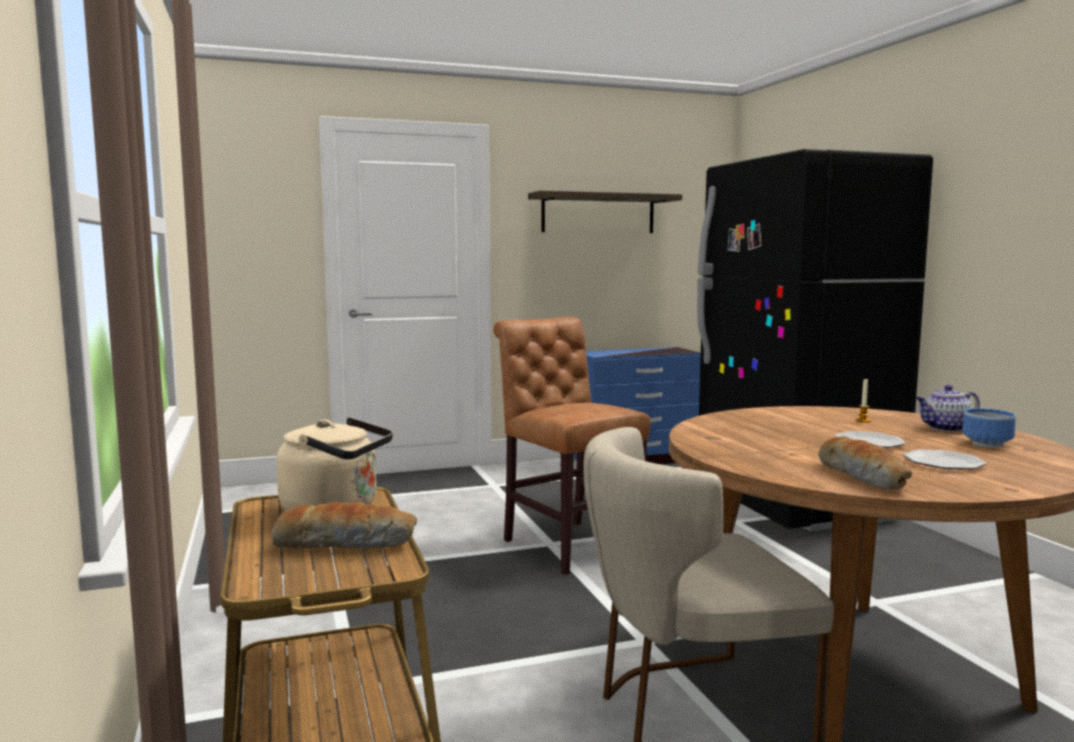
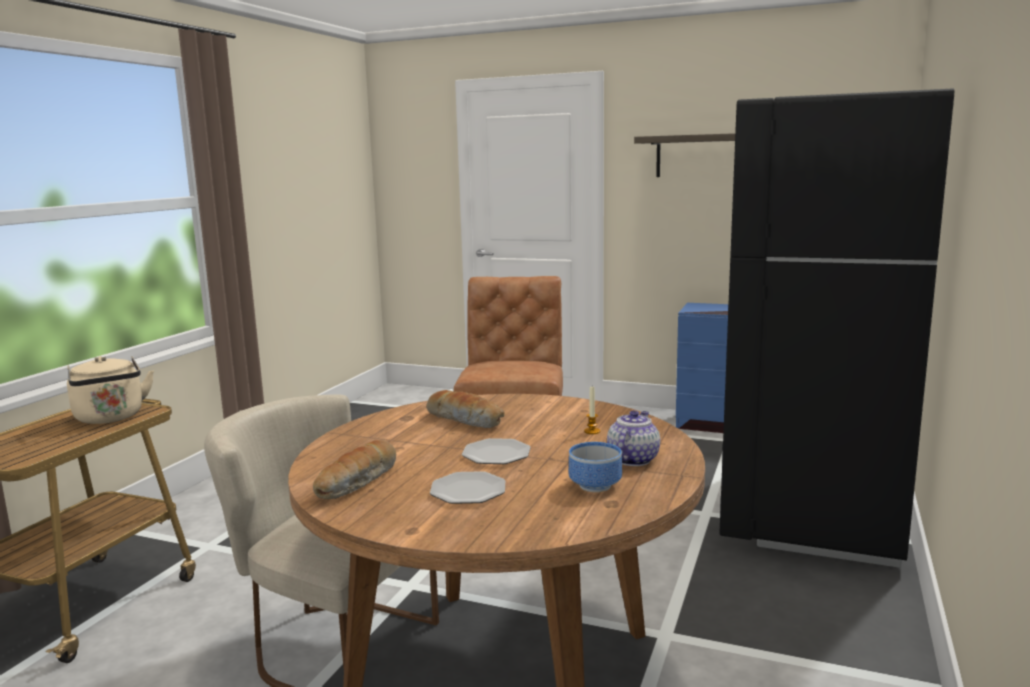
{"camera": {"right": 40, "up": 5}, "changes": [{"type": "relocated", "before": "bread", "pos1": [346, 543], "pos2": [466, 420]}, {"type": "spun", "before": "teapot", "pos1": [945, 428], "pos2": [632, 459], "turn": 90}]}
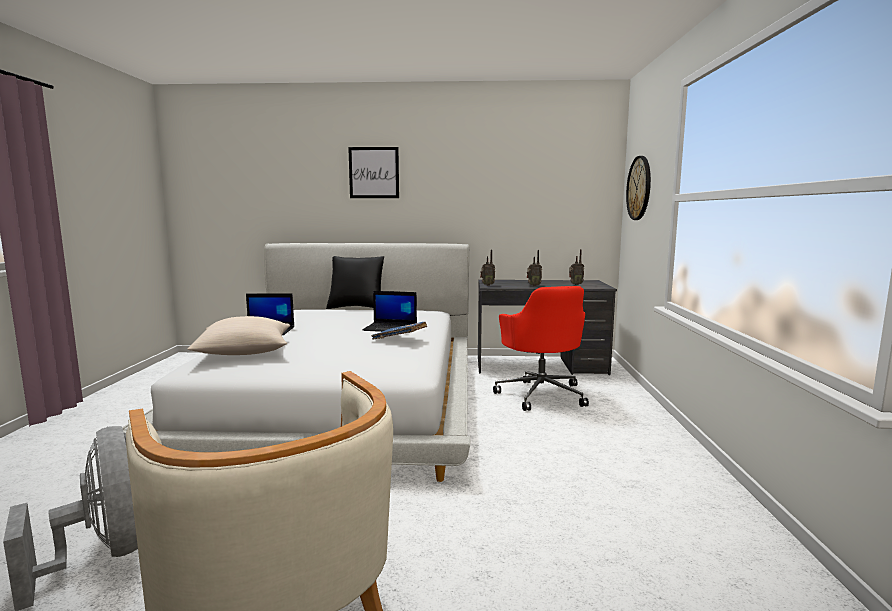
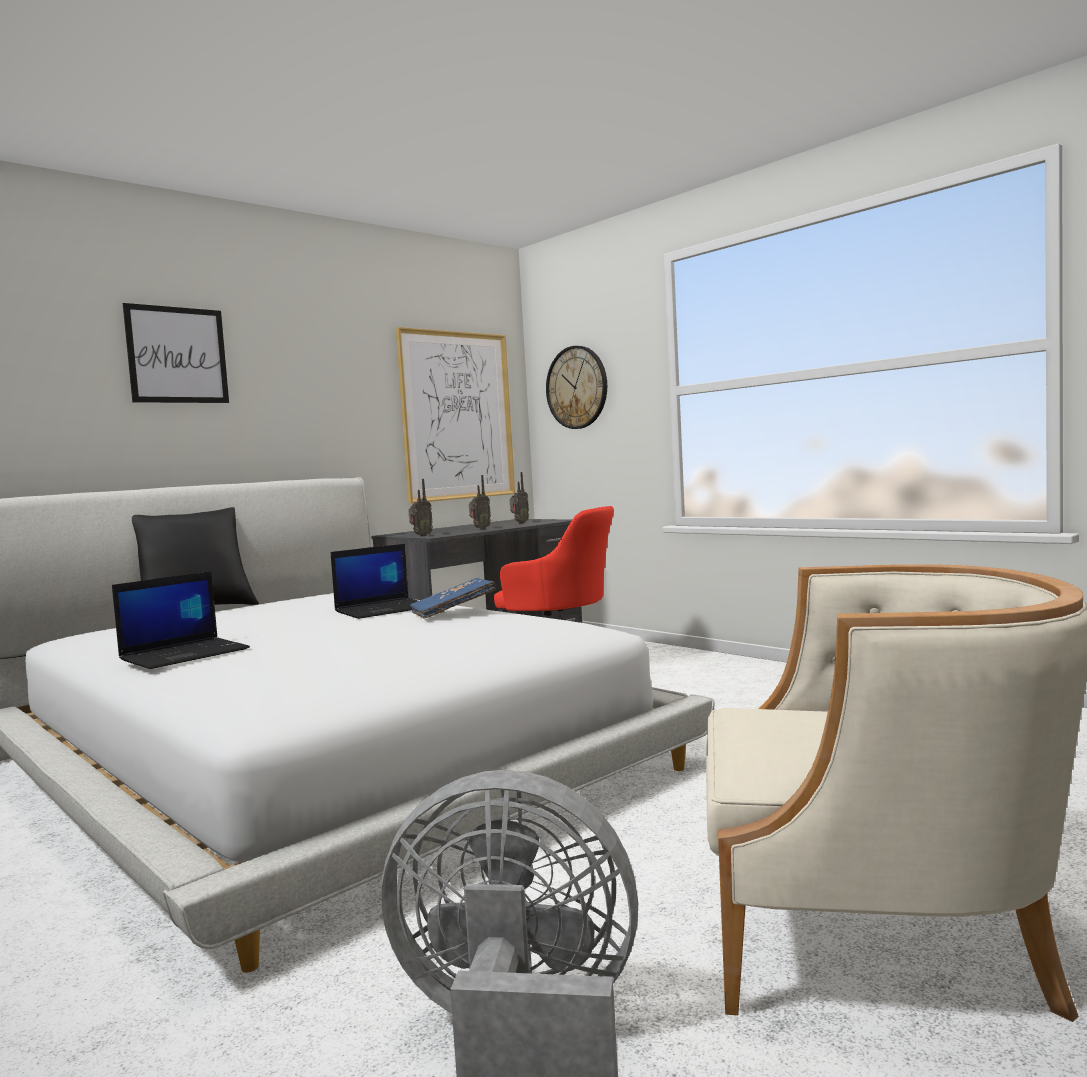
{"camera": {"right": -45, "up": -5}, "changes": [{"type": "missing", "before": "pillow (beige)", "pos1": [244, 351]}, {"type": "appeared", "after": "picture", "pos2": [457, 416]}]}
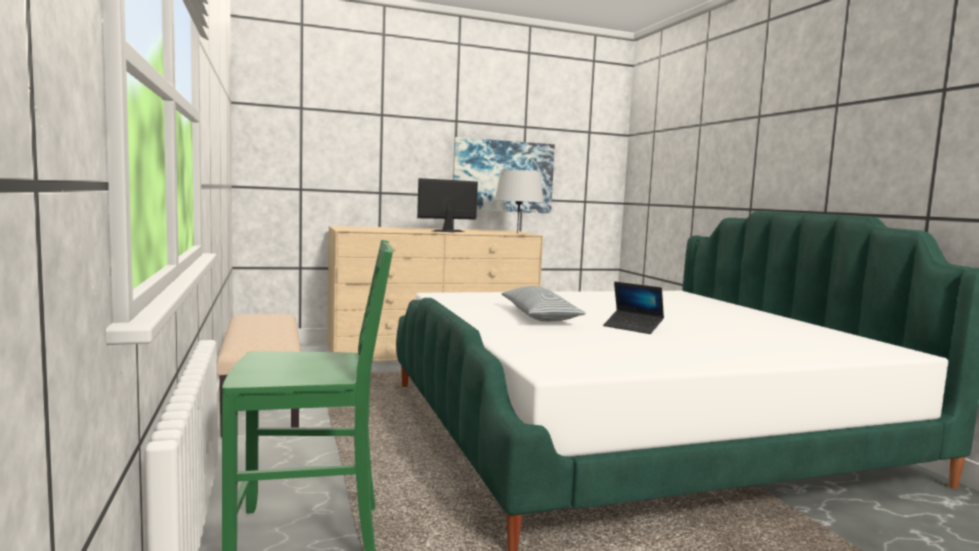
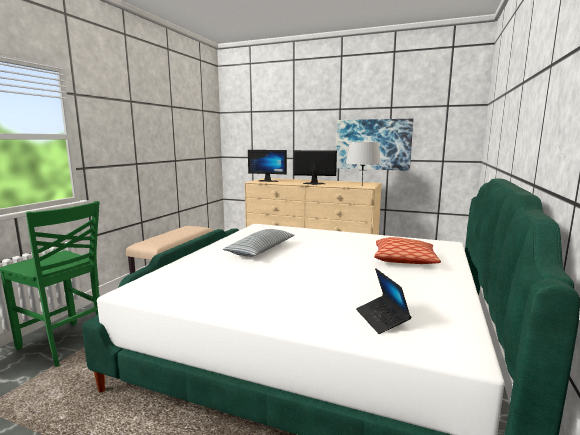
{"camera": {"right": 40, "up": 5}, "changes": [{"type": "relocated", "before": "laptop", "pos1": [633, 327], "pos2": [381, 319]}, {"type": "appeared", "after": "monitor", "pos2": [268, 181]}, {"type": "appeared", "after": "pillow", "pos2": [404, 260]}]}
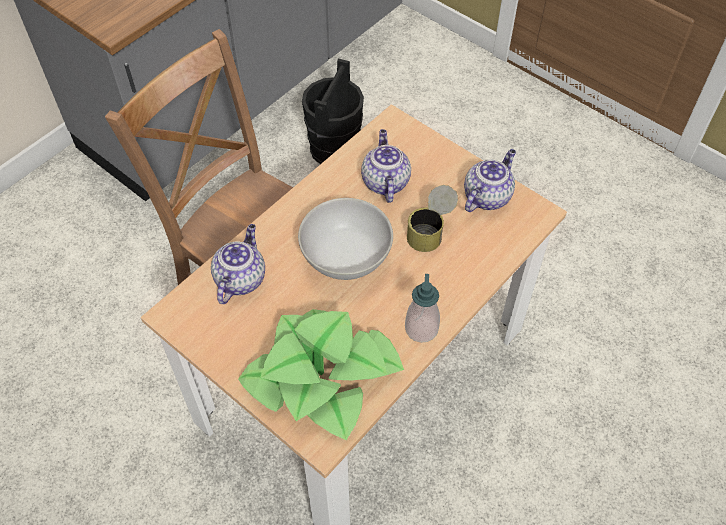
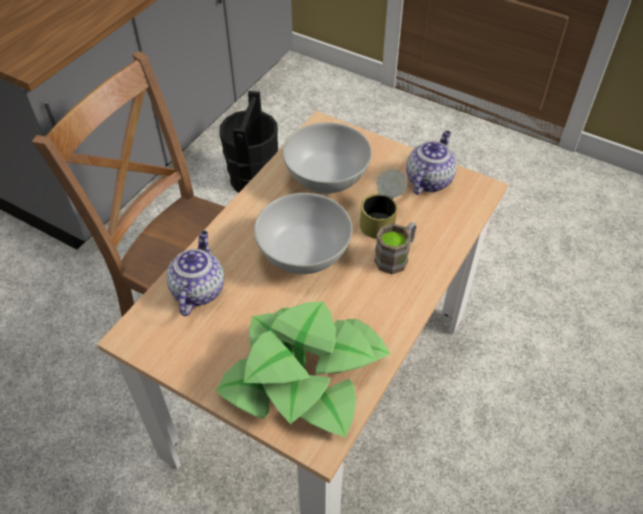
{"camera": {"right": -10, "up": -5}, "changes": [{"type": "exchanged", "before": "teapot", "after": "bowl (white)", "pos1": [384, 182], "pos2": [326, 179]}, {"type": "missing", "before": "soap dispenser", "pos1": [421, 329]}, {"type": "appeared", "after": "mug (brown)", "pos2": [396, 256]}]}
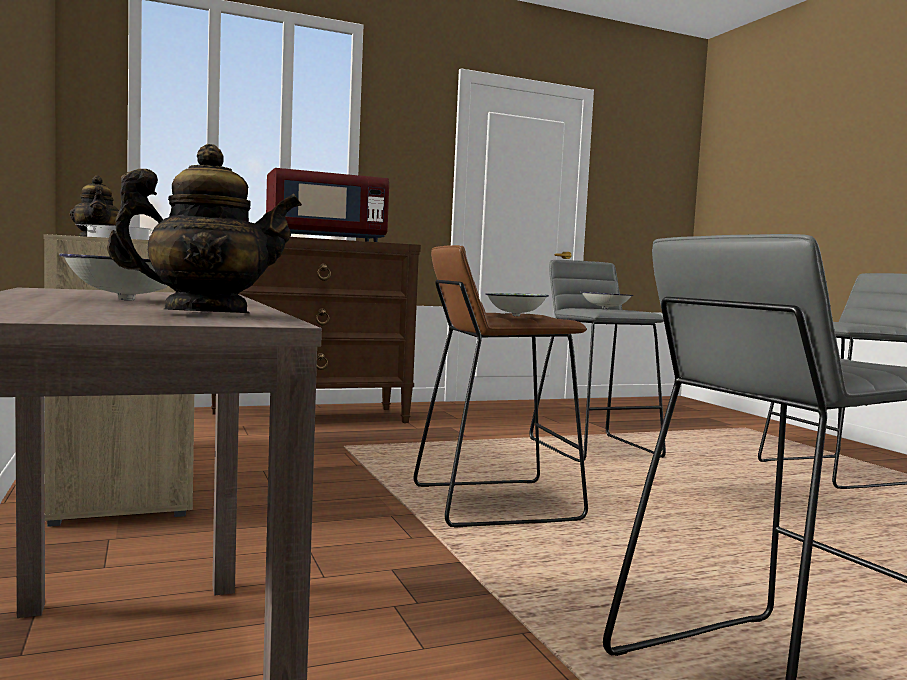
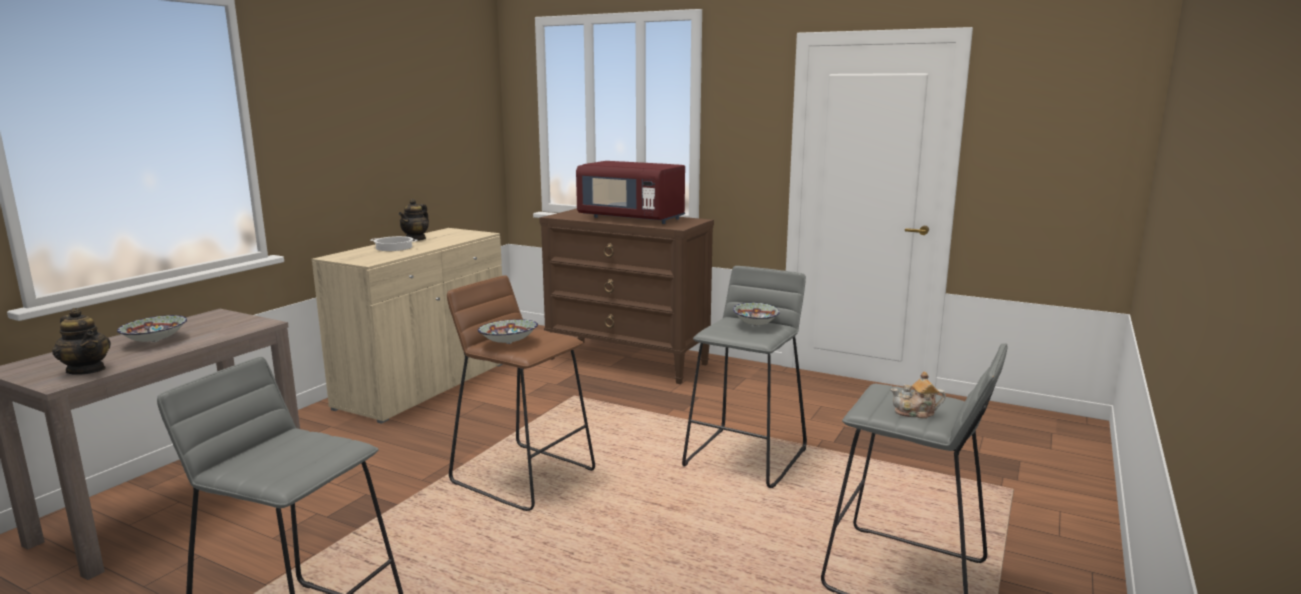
{"camera": {"right": 50, "up": 10}, "changes": [{"type": "appeared", "after": "teapot", "pos2": [916, 413]}]}
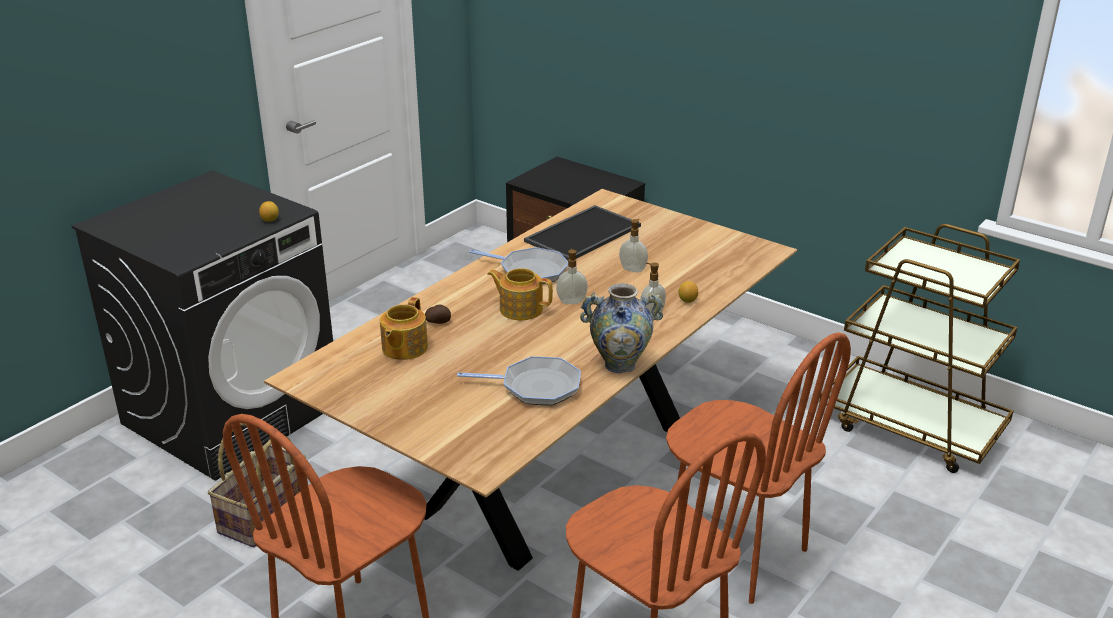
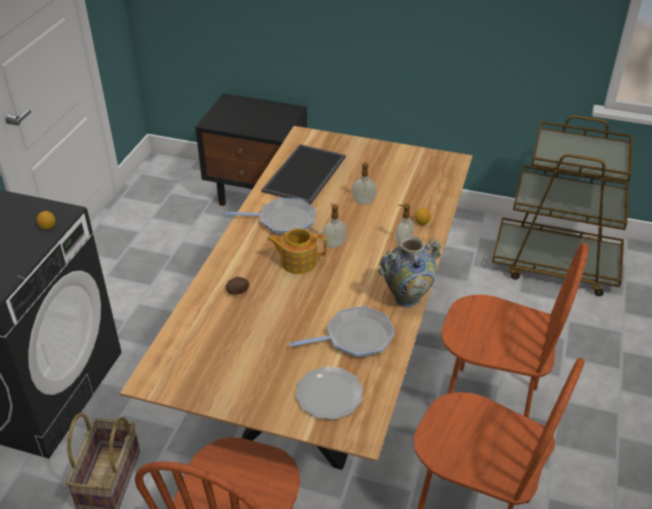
{"camera": {"right": -20, "up": 10}, "changes": [{"type": "missing", "before": "teapot", "pos1": [403, 348]}, {"type": "appeared", "after": "plate", "pos2": [329, 394]}]}
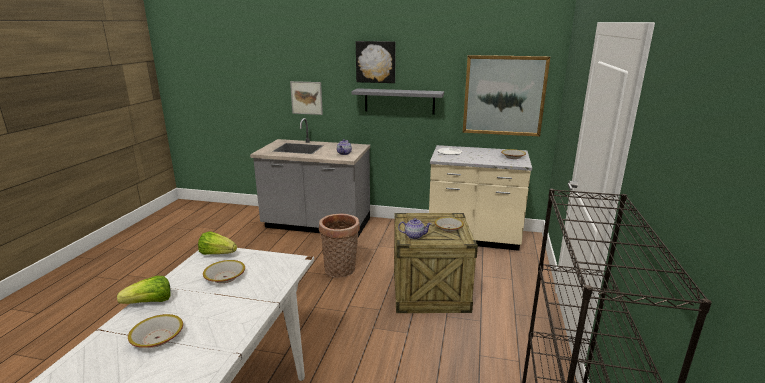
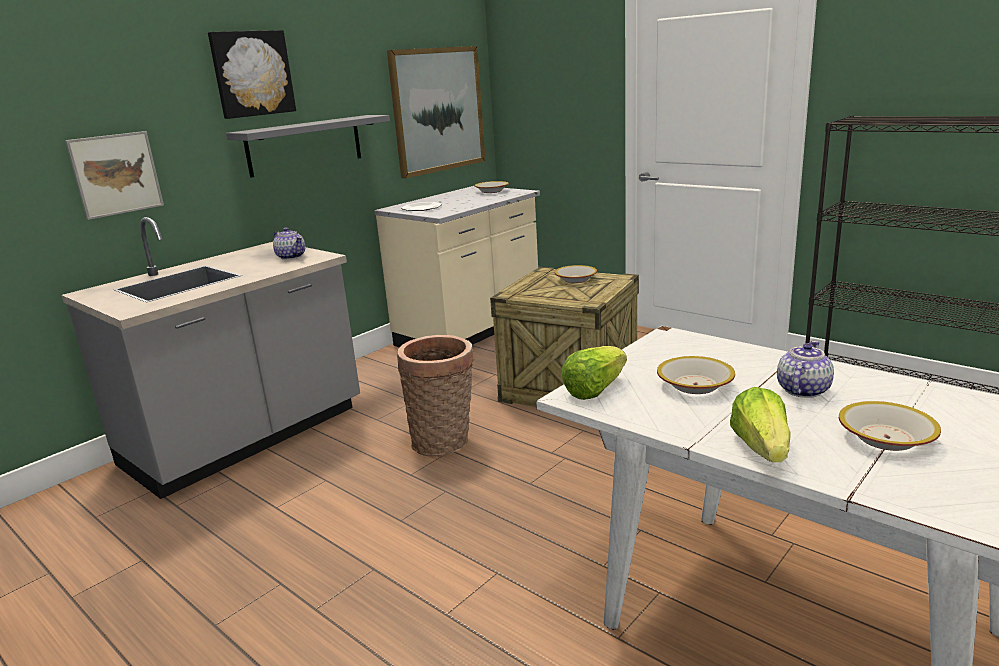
{"camera": {"right": -60, "up": 0}, "changes": [{"type": "relocated", "before": "teapot", "pos1": [414, 236], "pos2": [802, 390]}]}
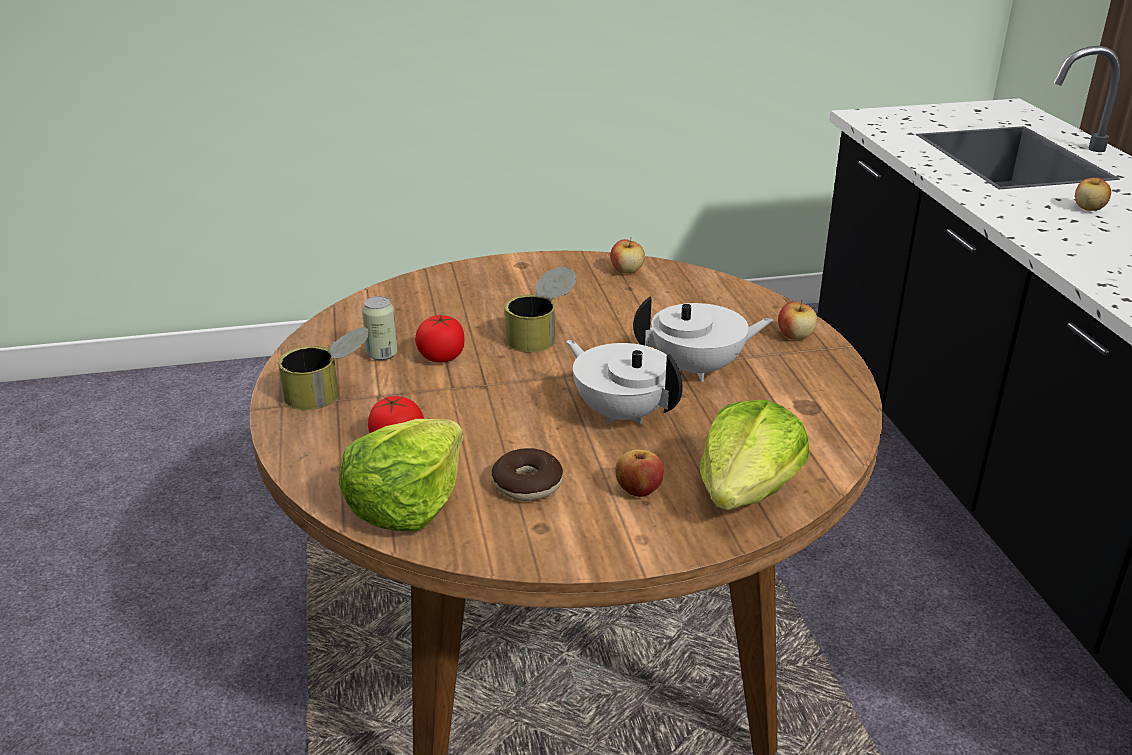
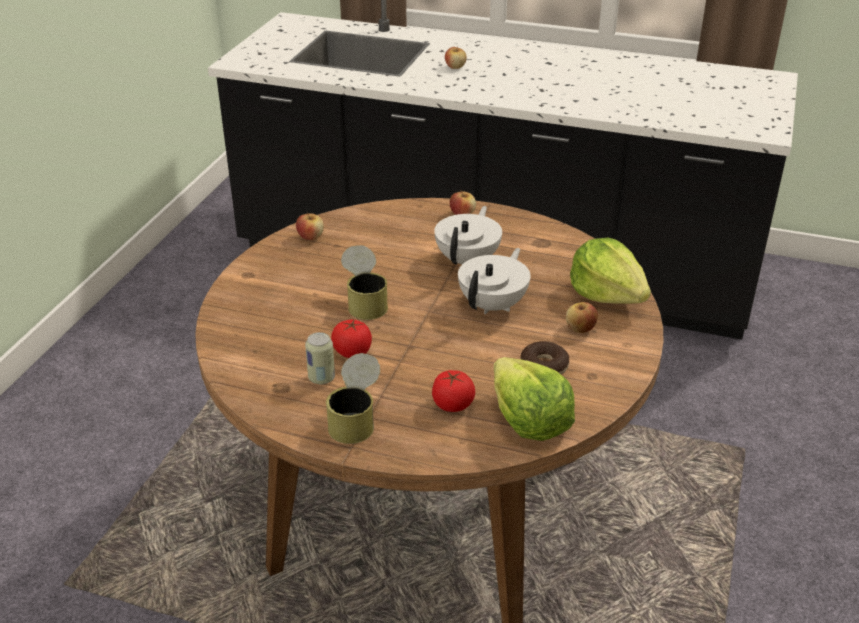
{"camera": {"right": -60, "up": 5}, "changes": [{"type": "spun", "before": "teapot (white)", "pos1": [622, 413], "pos2": [494, 305], "turn": 135}]}
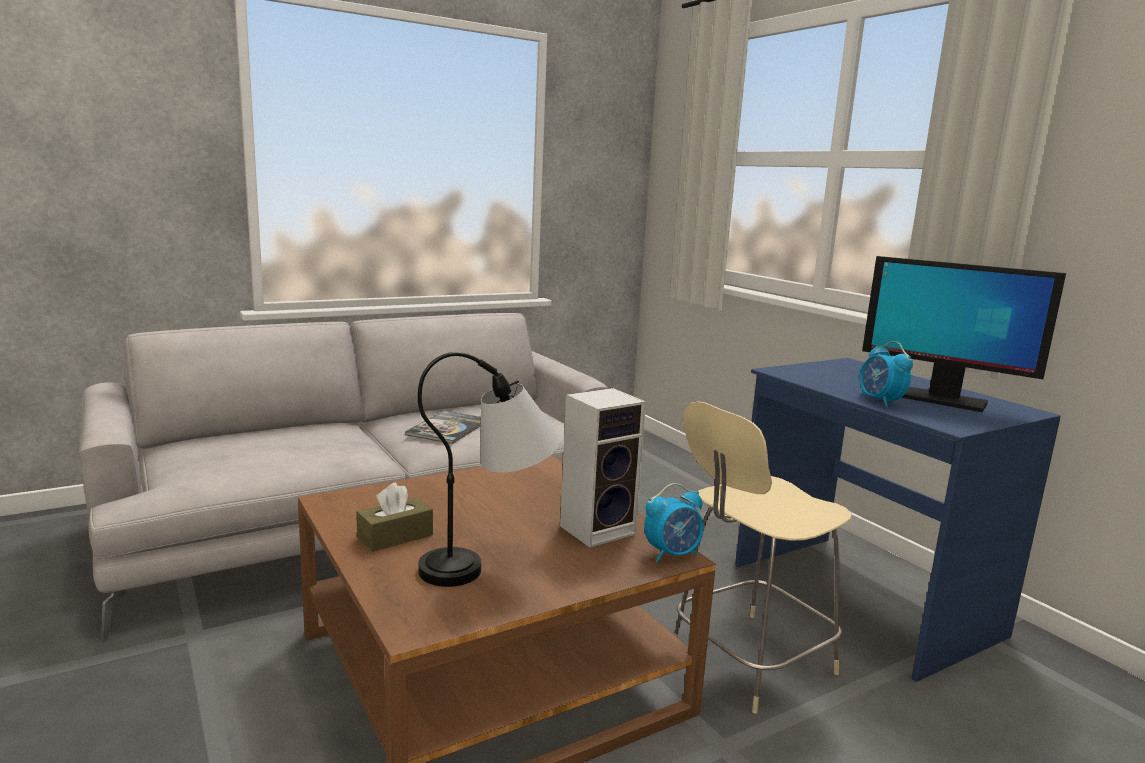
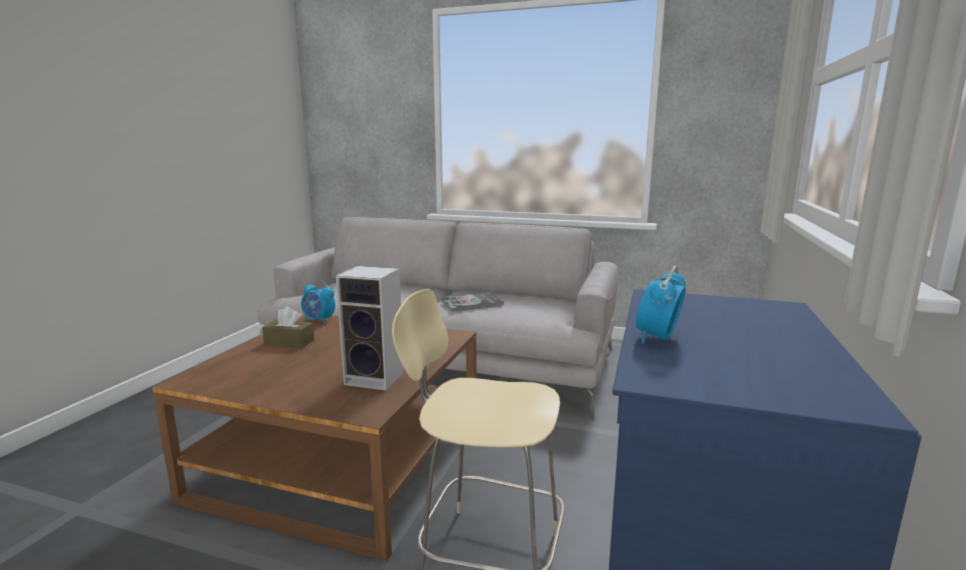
{"camera": {"right": 50, "up": 0}, "changes": [{"type": "missing", "before": "table lamp", "pos1": [491, 563]}, {"type": "relocated", "before": "alarm clock", "pos1": [672, 554], "pos2": [319, 320]}, {"type": "missing", "before": "monitor", "pos1": [942, 400]}]}
